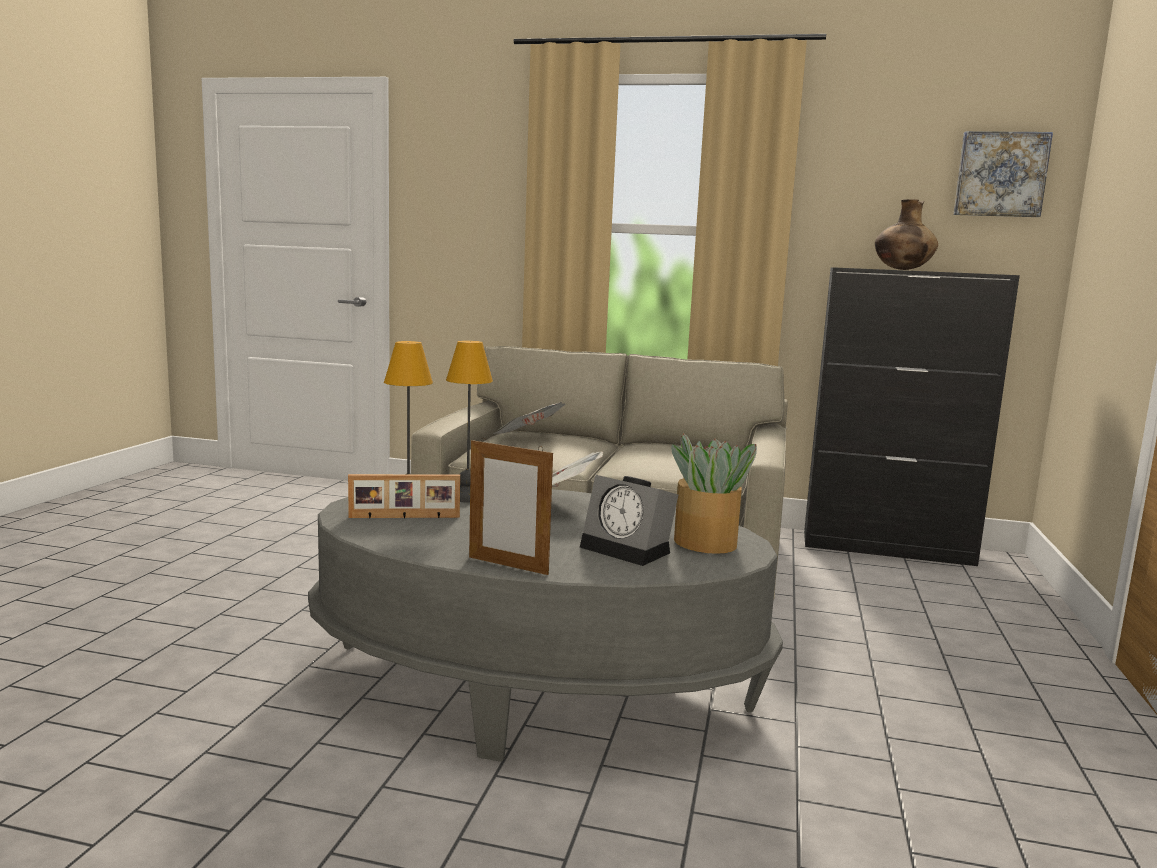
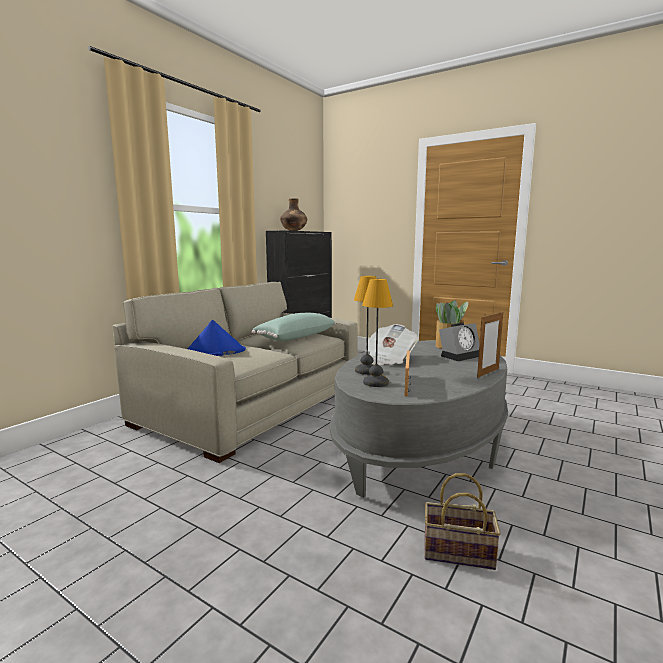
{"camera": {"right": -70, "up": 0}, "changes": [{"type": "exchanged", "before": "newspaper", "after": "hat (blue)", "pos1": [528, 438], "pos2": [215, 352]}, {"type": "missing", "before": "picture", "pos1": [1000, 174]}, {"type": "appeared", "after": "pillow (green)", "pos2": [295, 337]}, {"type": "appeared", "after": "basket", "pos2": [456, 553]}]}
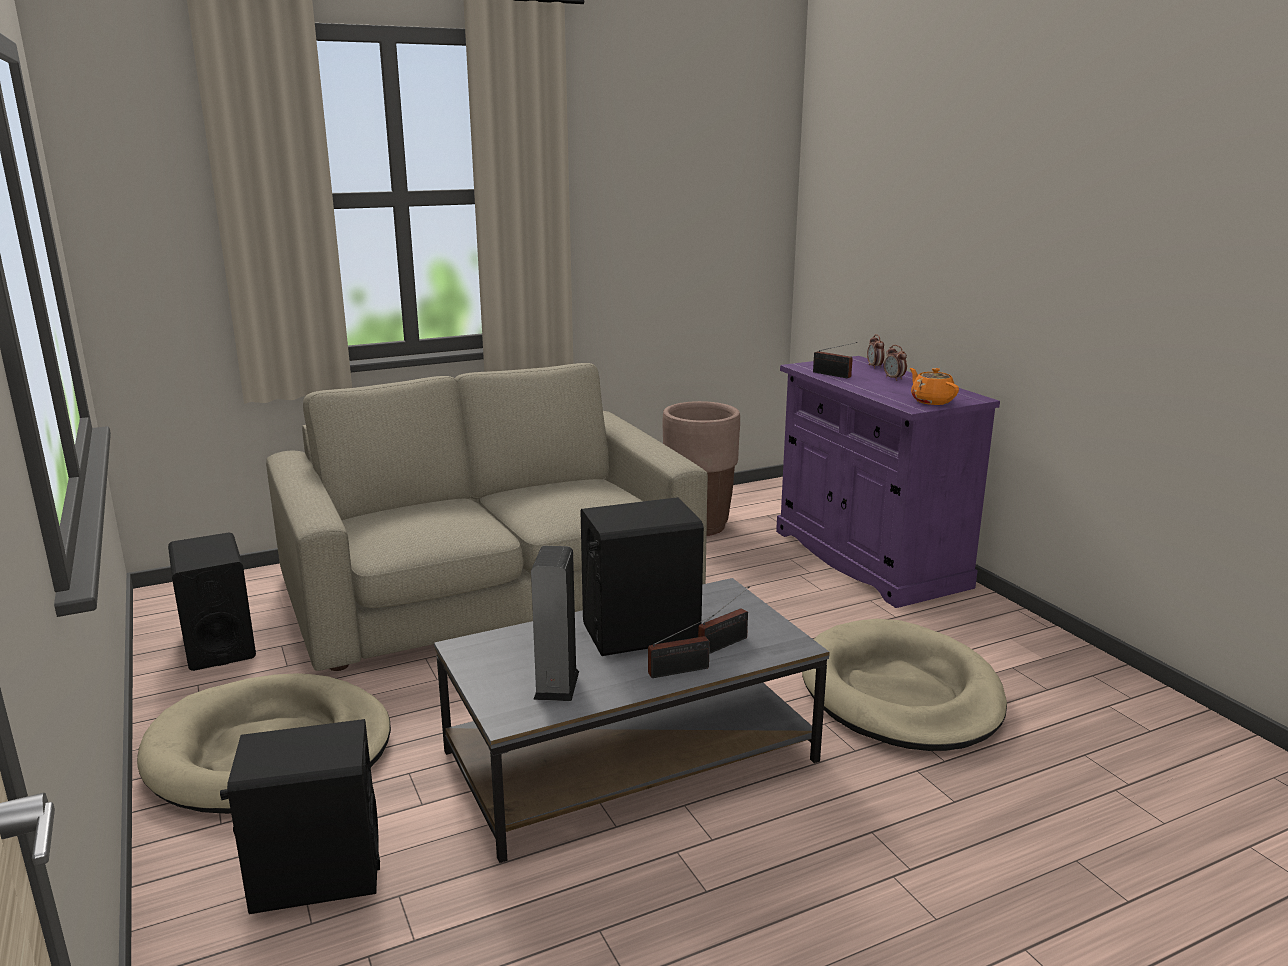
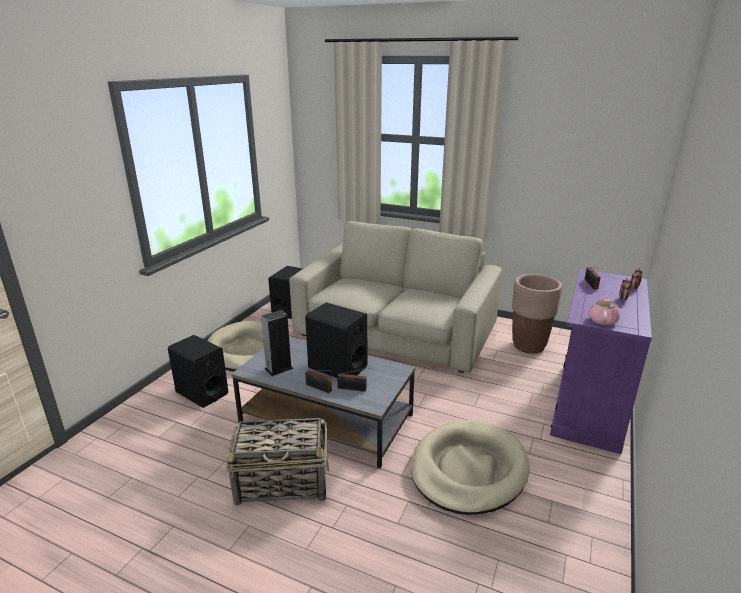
{"camera": {"right": 50, "up": 5}, "changes": [{"type": "colour", "before": "teapot (orange)", "after": "teapot (pink)", "pos1": [931, 401], "pos2": [602, 320]}, {"type": "appeared", "after": "basket", "pos2": [283, 482]}]}
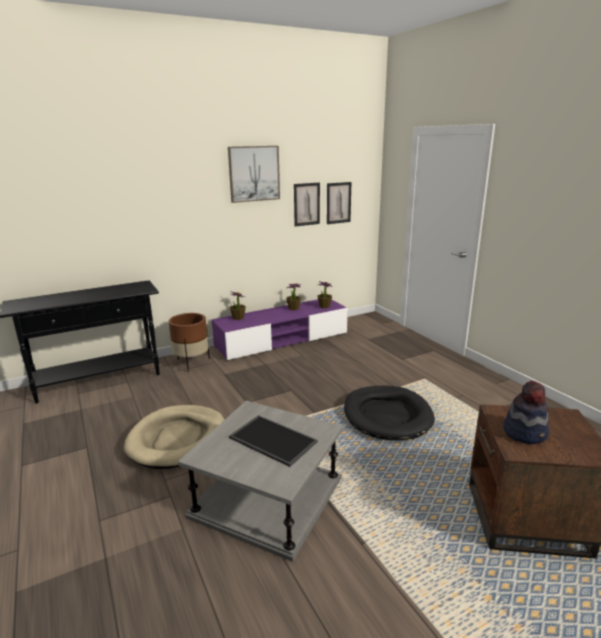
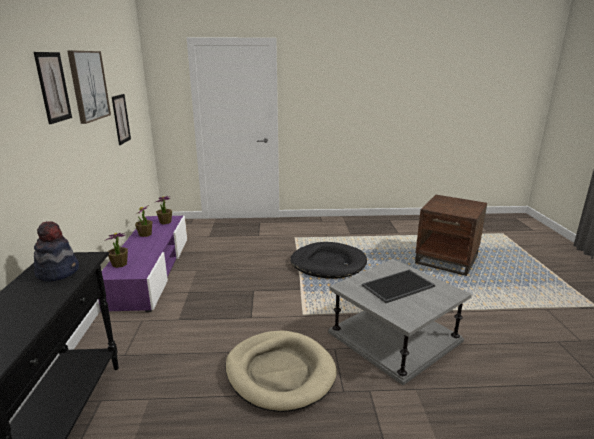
{"camera": {"right": -65, "up": 0}, "changes": [{"type": "missing", "before": "planter (brown)", "pos1": [192, 363]}, {"type": "relocated", "before": "picture", "pos1": [338, 203], "pos2": [53, 87]}, {"type": "relocated", "before": "hat", "pos1": [525, 432], "pos2": [58, 272]}]}
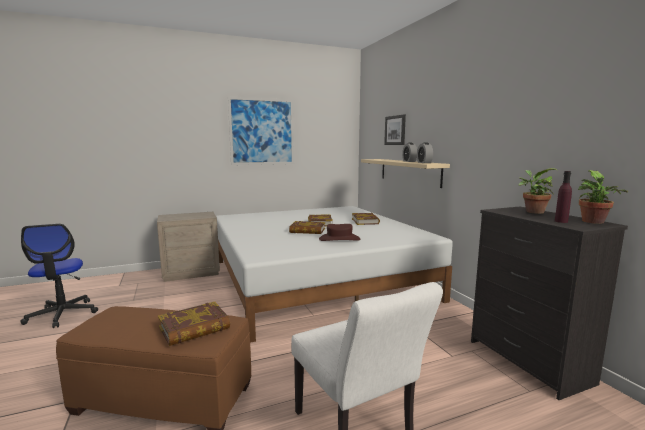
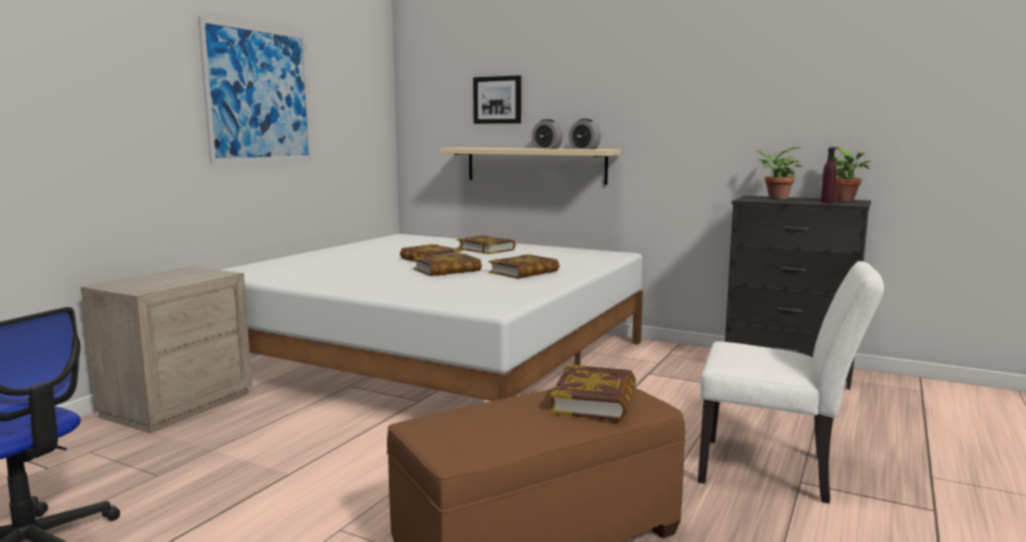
{"camera": {"right": -40, "up": 0}, "changes": [{"type": "exchanged", "before": "hat (brown)", "after": "book", "pos1": [339, 239], "pos2": [524, 272]}]}
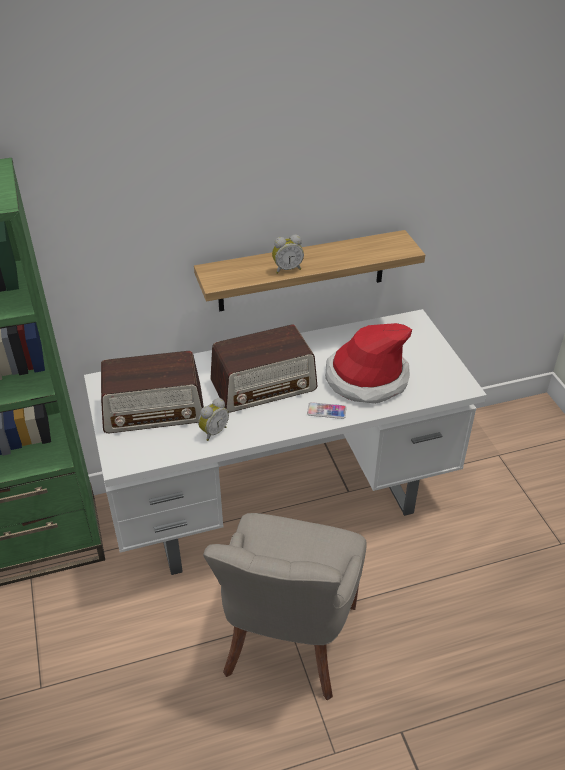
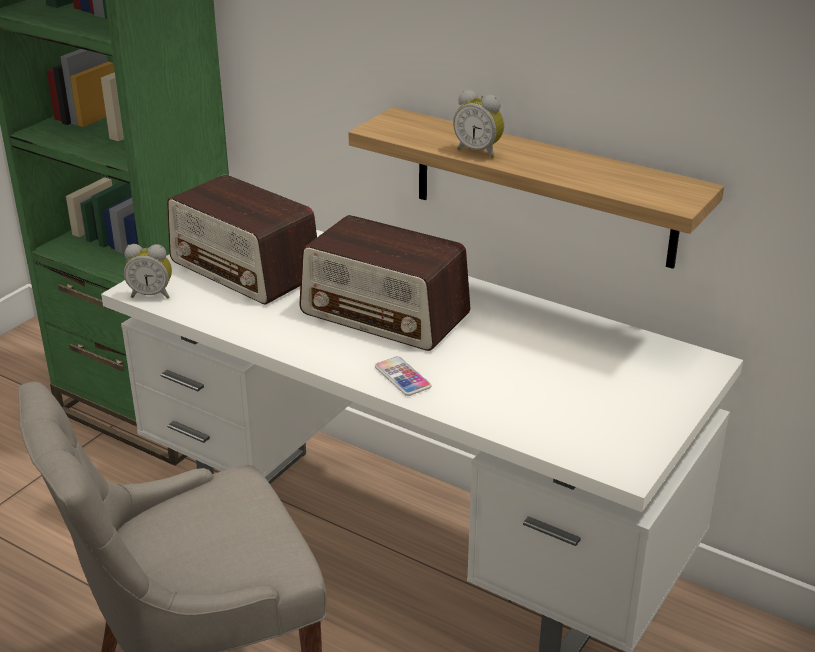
{"camera": {"right": 50, "up": -10}, "changes": [{"type": "relocated", "before": "alarm clock", "pos1": [213, 431], "pos2": [151, 294]}, {"type": "missing", "before": "hat", "pos1": [366, 378]}]}
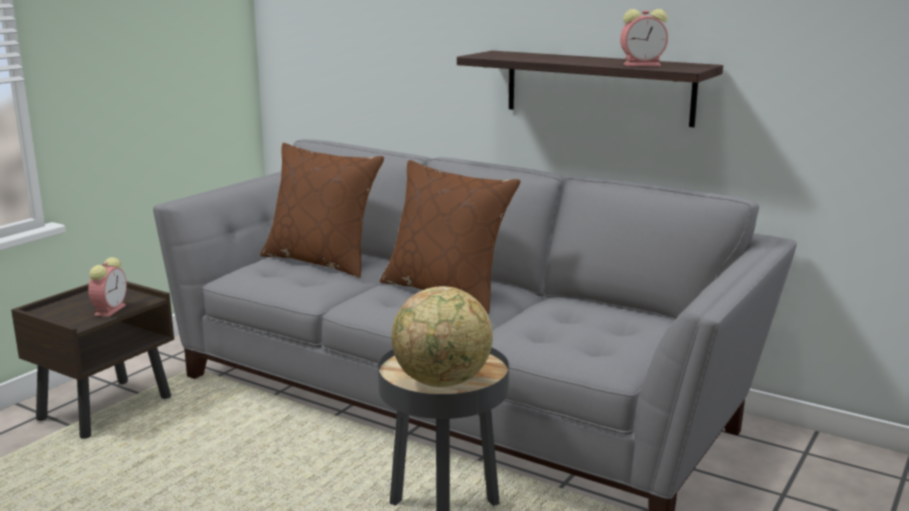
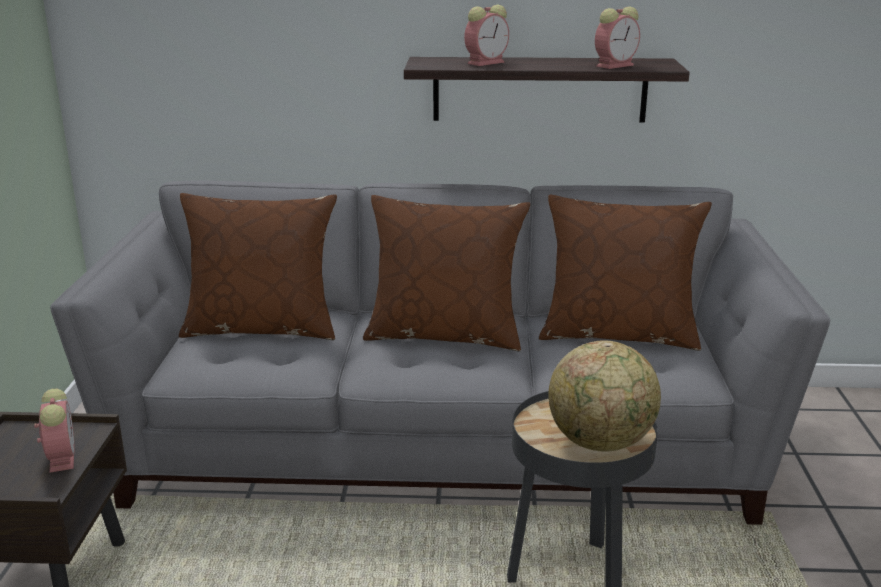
{"camera": {"right": -30, "up": 5}, "changes": [{"type": "appeared", "after": "alarm clock", "pos2": [486, 62]}, {"type": "appeared", "after": "pillow (brown)", "pos2": [618, 334]}]}
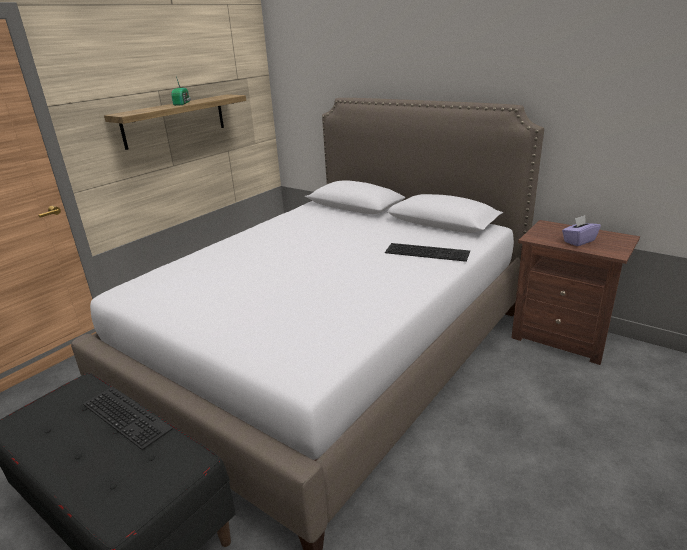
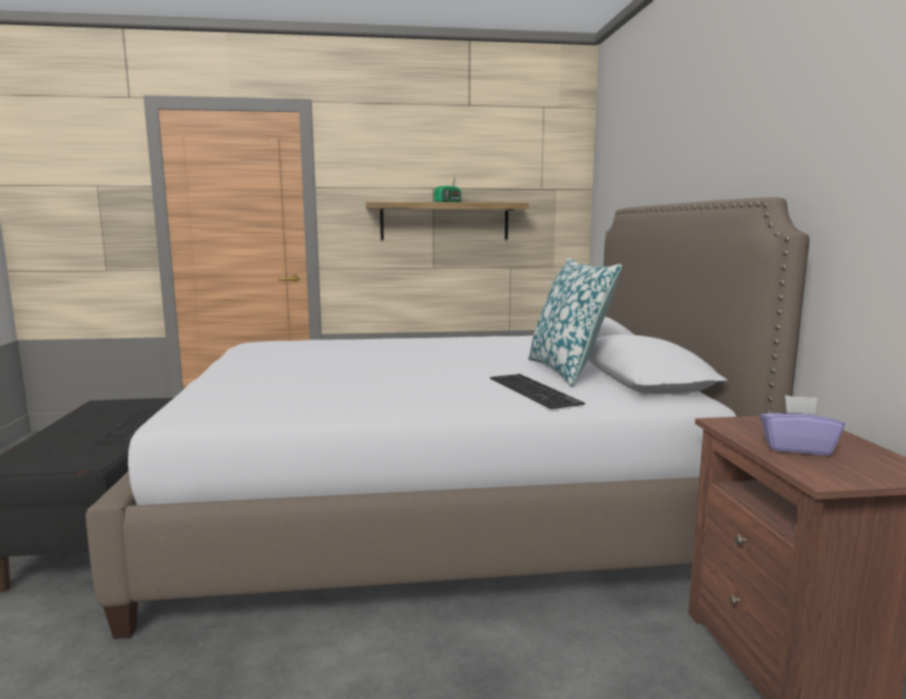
{"camera": {"right": 45, "up": -15}, "changes": [{"type": "appeared", "after": "pillow", "pos2": [568, 371]}]}
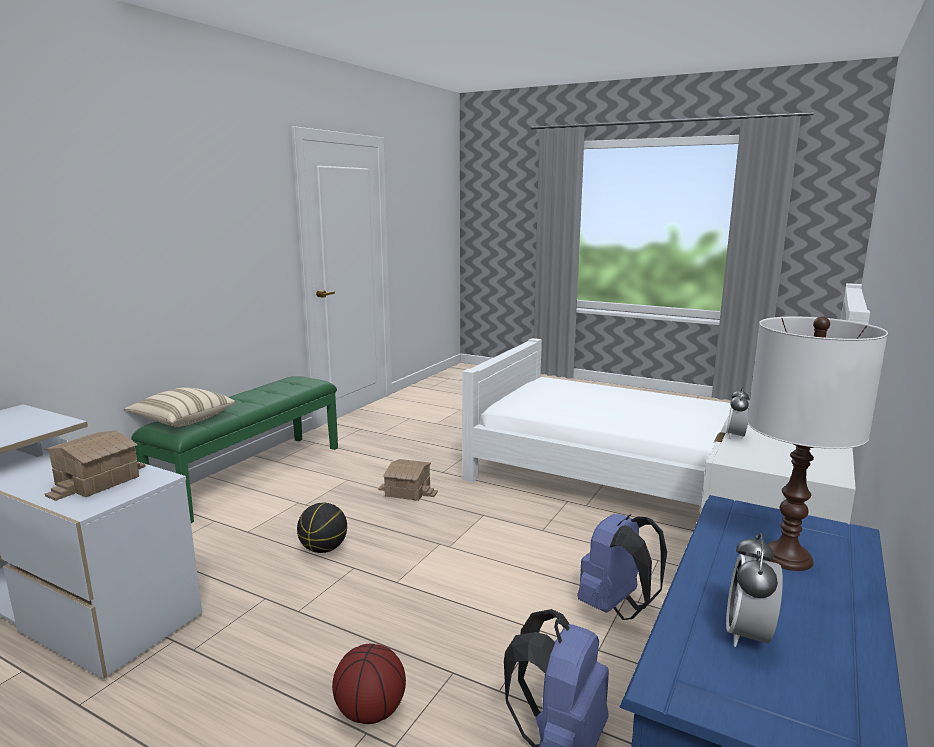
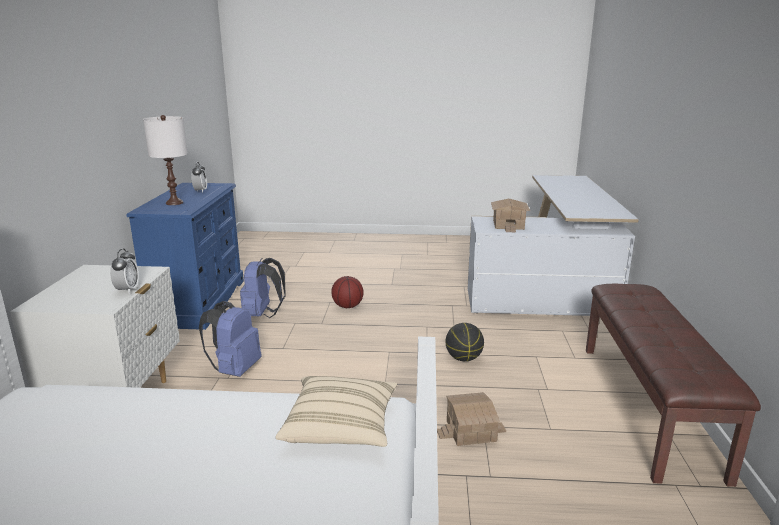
{"camera": {"right": 155, "up": 5}, "changes": [{"type": "relocated", "before": "pillow (beige)", "pos1": [182, 420], "pos2": [341, 427]}, {"type": "colour", "before": "bench (green)", "after": "bench (brown)", "pos1": [251, 475], "pos2": [648, 406]}]}
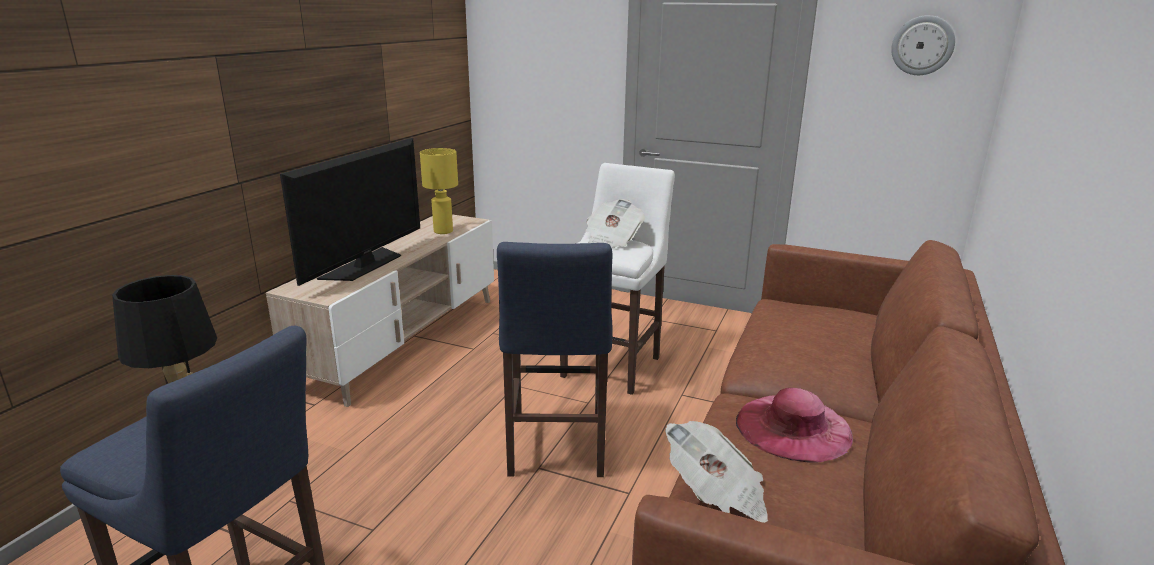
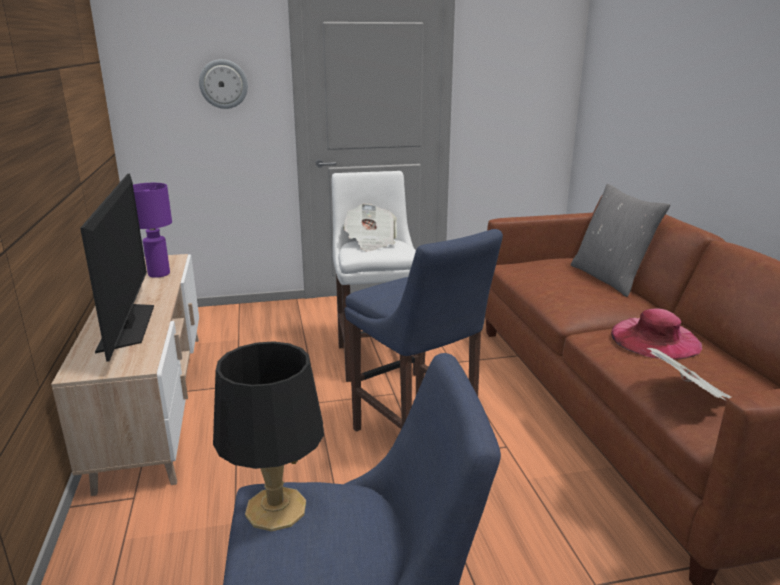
{"camera": {"right": -35, "up": 0}, "changes": [{"type": "colour", "before": "table lamp (yellow)", "after": "table lamp (purple)", "pos1": [442, 231], "pos2": [158, 274]}, {"type": "relocated", "before": "wall clock", "pos1": [922, 45], "pos2": [223, 84]}, {"type": "appeared", "after": "pillow (grey)", "pos2": [610, 278]}]}
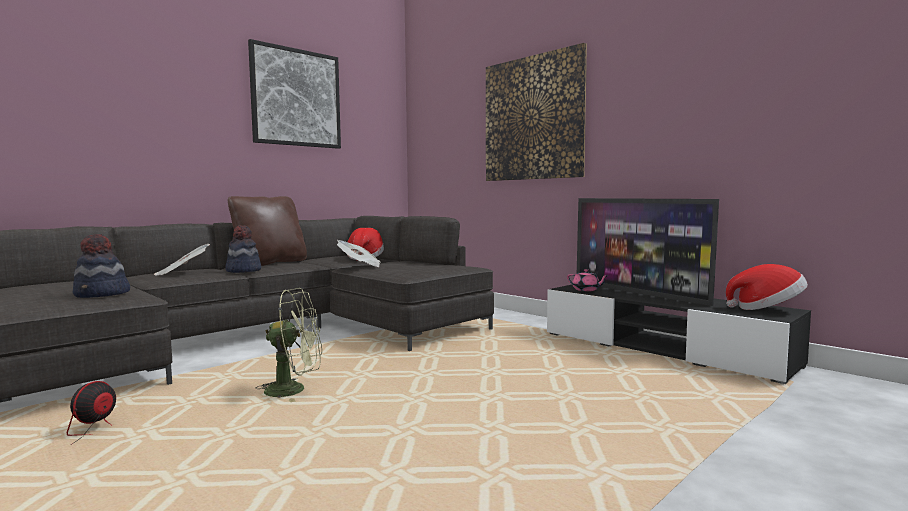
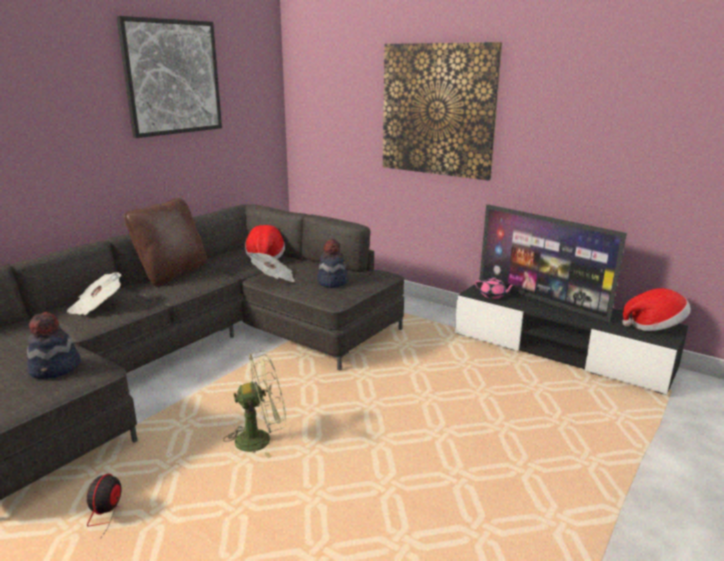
{"camera": {"right": -10, "up": 15}, "changes": [{"type": "relocated", "before": "hat", "pos1": [243, 270], "pos2": [332, 282]}]}
